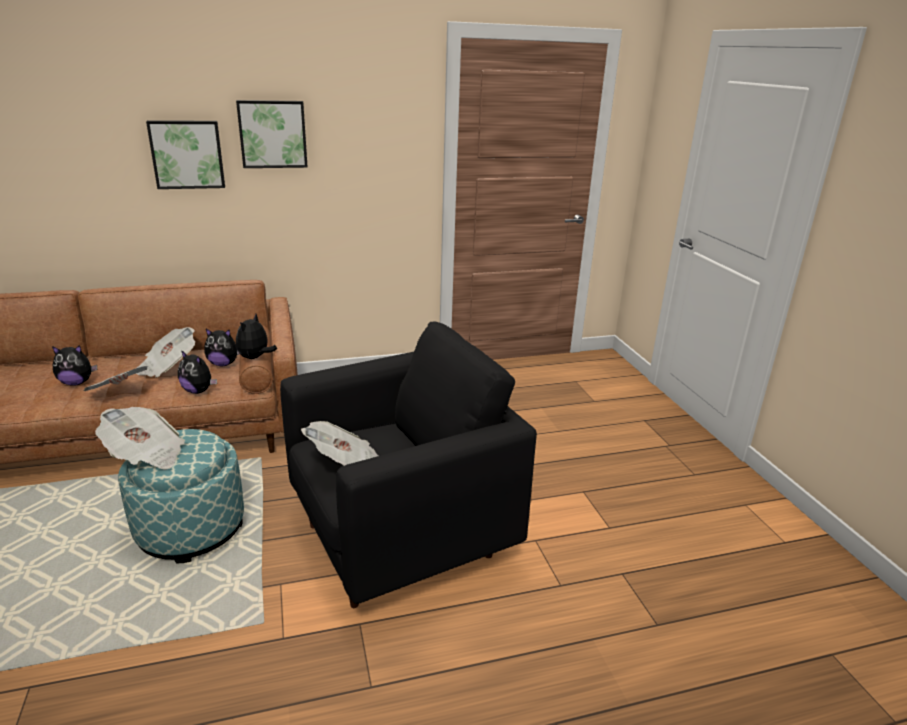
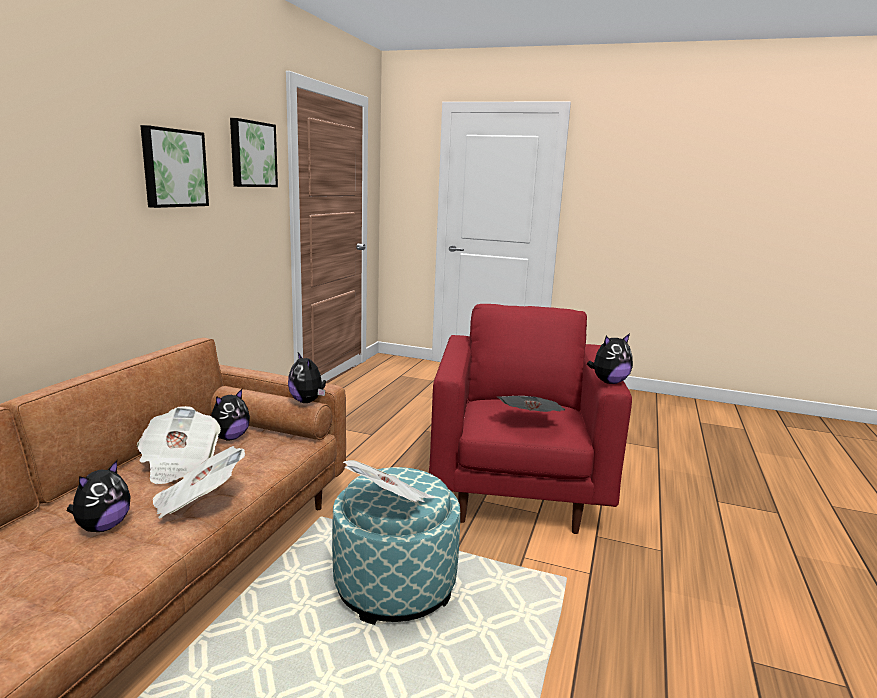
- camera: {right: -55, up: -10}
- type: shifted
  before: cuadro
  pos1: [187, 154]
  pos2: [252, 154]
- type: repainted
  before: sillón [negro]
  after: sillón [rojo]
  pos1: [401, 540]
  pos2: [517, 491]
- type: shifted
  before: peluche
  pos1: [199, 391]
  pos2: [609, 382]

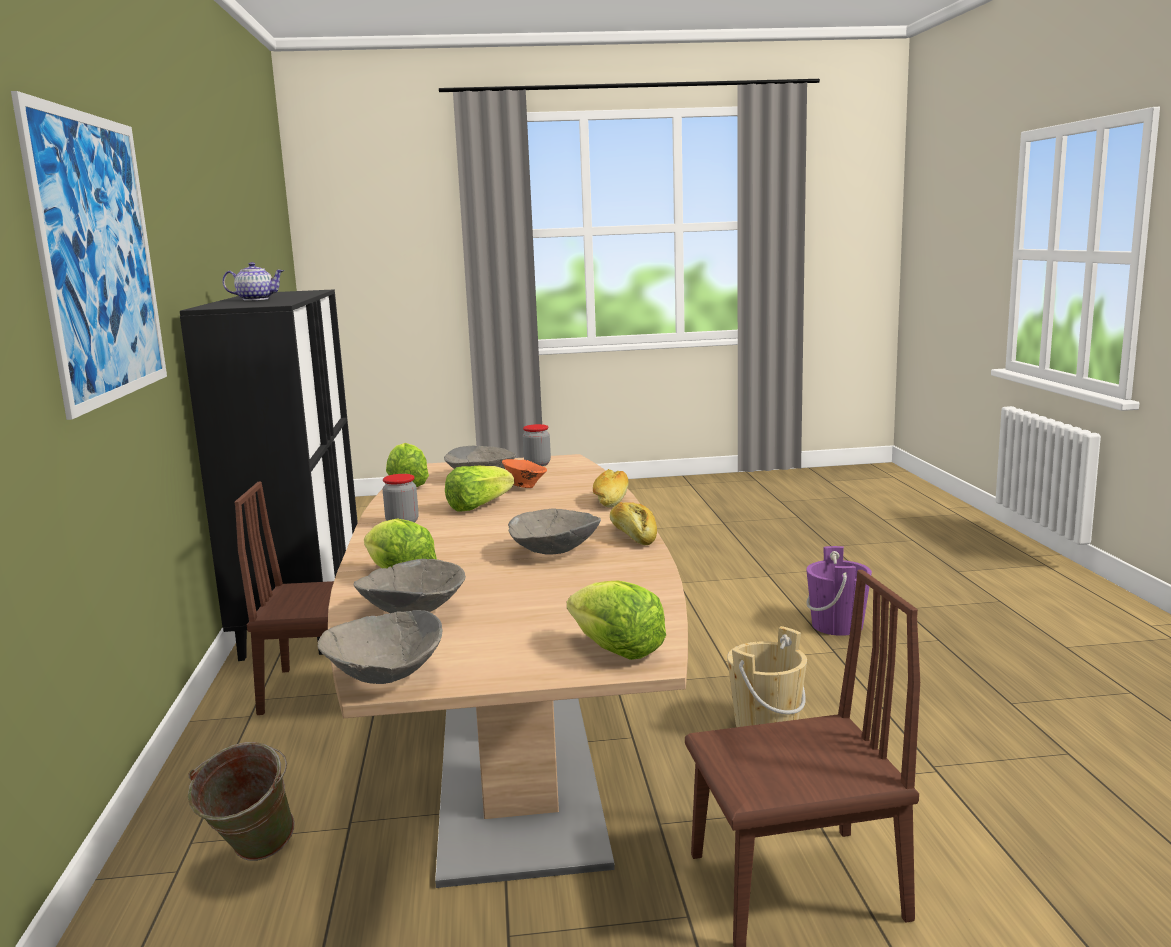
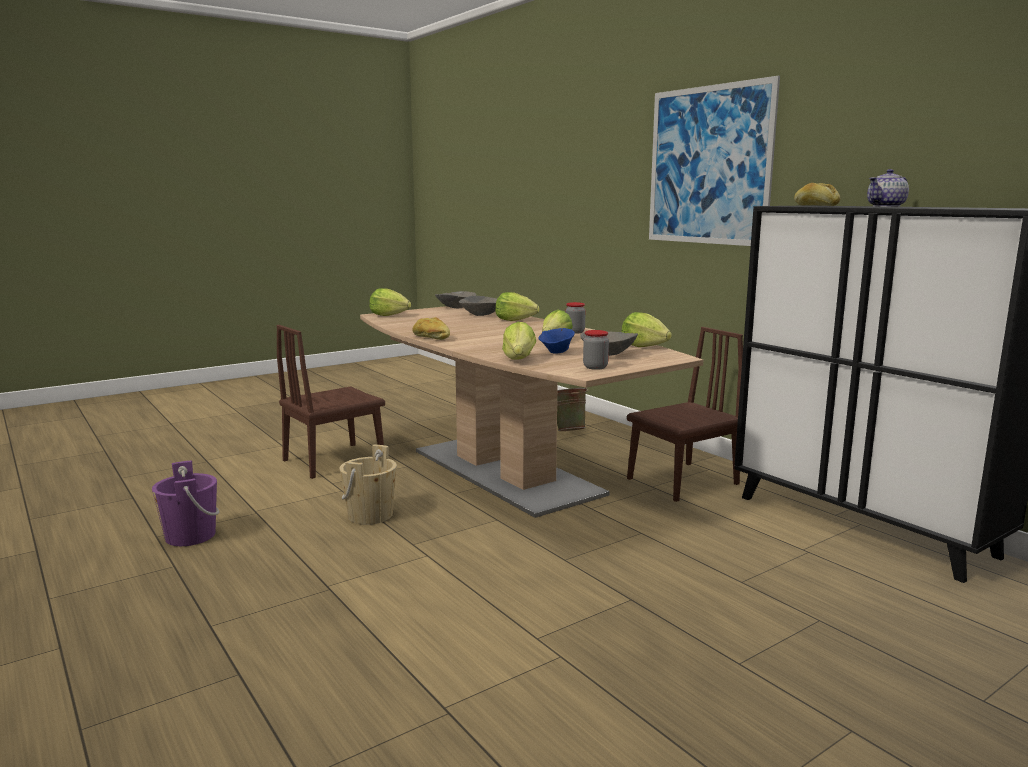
- camera: {right: 150, up: 0}
- type: shifted
  before: cubo [morado]
  pos1: [837, 625]
  pos2: [190, 536]
- type: new
  after: lechuga
  pos2: [519, 359]
- type: repainted
  before: cuenco [naranja]
  after: cuenco [azul]
  pos1: [525, 487]
  pos2: [556, 352]
- type: shifted
  before: pan
  pos1: [611, 500]
  pos2: [815, 205]
- type: gone
  before: cuenco [gris]
  pos1: [554, 552]

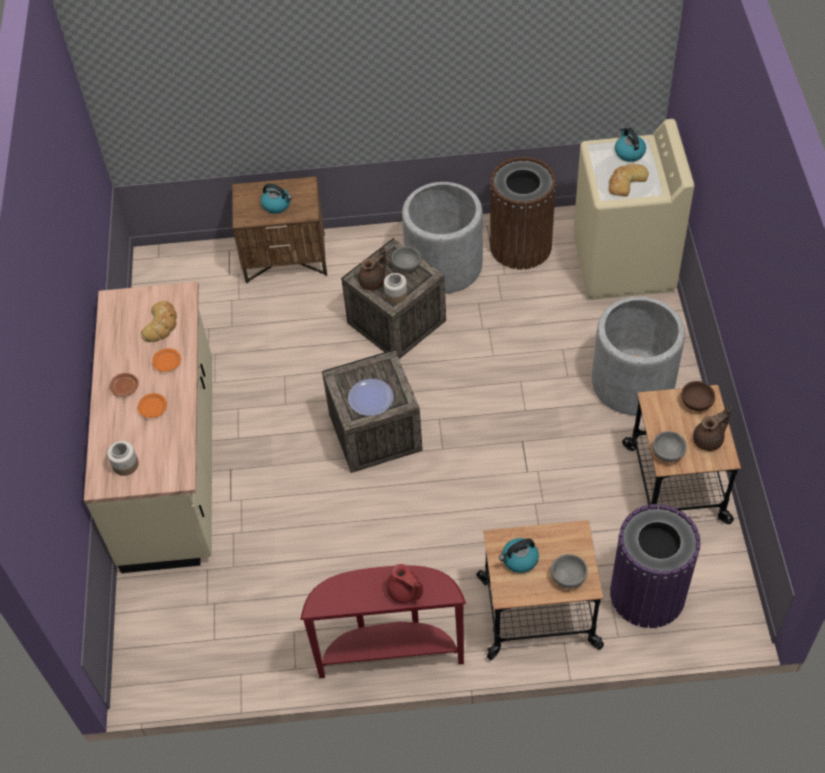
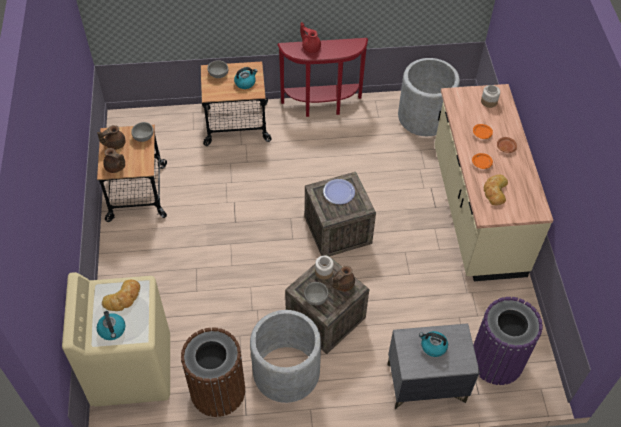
- camera: {right: 175, up: 0}
- type: swapped
  before: cuenco [marrón]
  after: tetera [marrón]
  pos1: [696, 402]
  pos2: [115, 167]
- type: repainted
  before: mesita de noche [marrón]
  after: mesita de noche [gris]
  pos1: [286, 258]
  pos2: [425, 383]
- type: shifted
  before: maceta [gris]
  pos1: [633, 382]
  pos2: [424, 117]
- type: shifted
  before: papelera [morado]
  pos1: [647, 594]
  pos2: [496, 360]

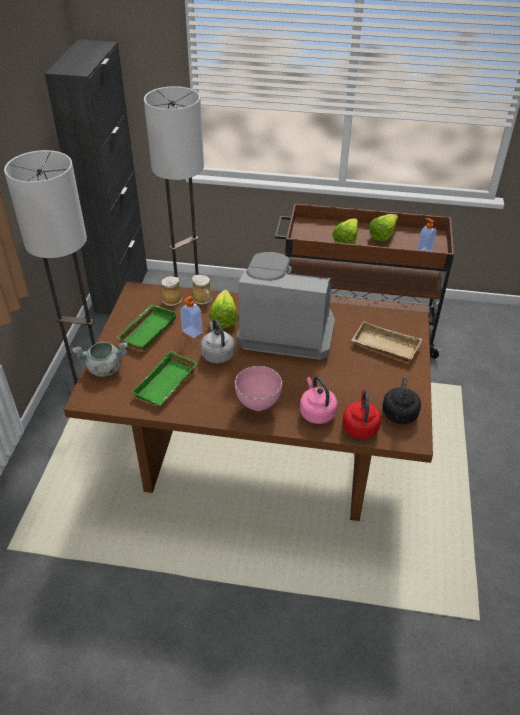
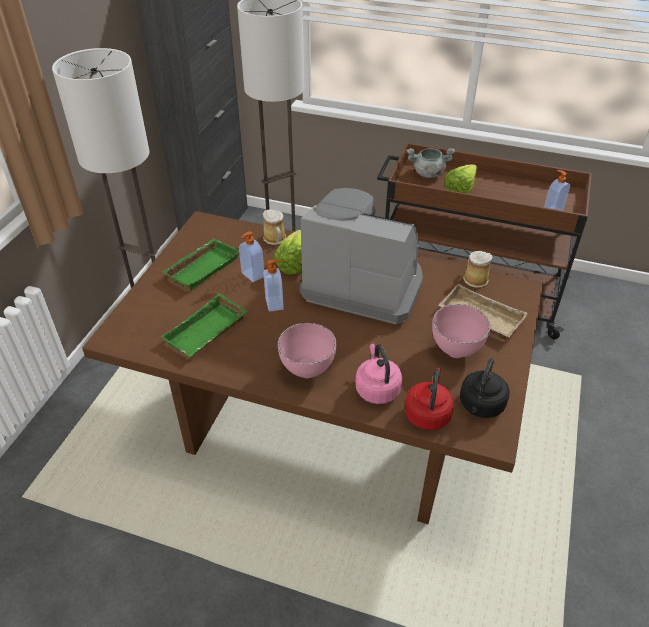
- camera: {right: 10, up: 0}
- type: swapped
  before: hervidor [gris]
  after: dispensador de jabón
  pos1: [217, 354]
  pos2: [275, 303]
- type: shifted
  before: olla [gris]
  pos1: [104, 369]
  pos2: [428, 173]
- type: new
  after: cuenco [rosa]
  pos2: [457, 352]
- type: shifted
  before: taza grande
  pos1: [171, 299]
  pos2: [474, 279]
- type: gone
  before: lechuga
  pos1: [385, 234]

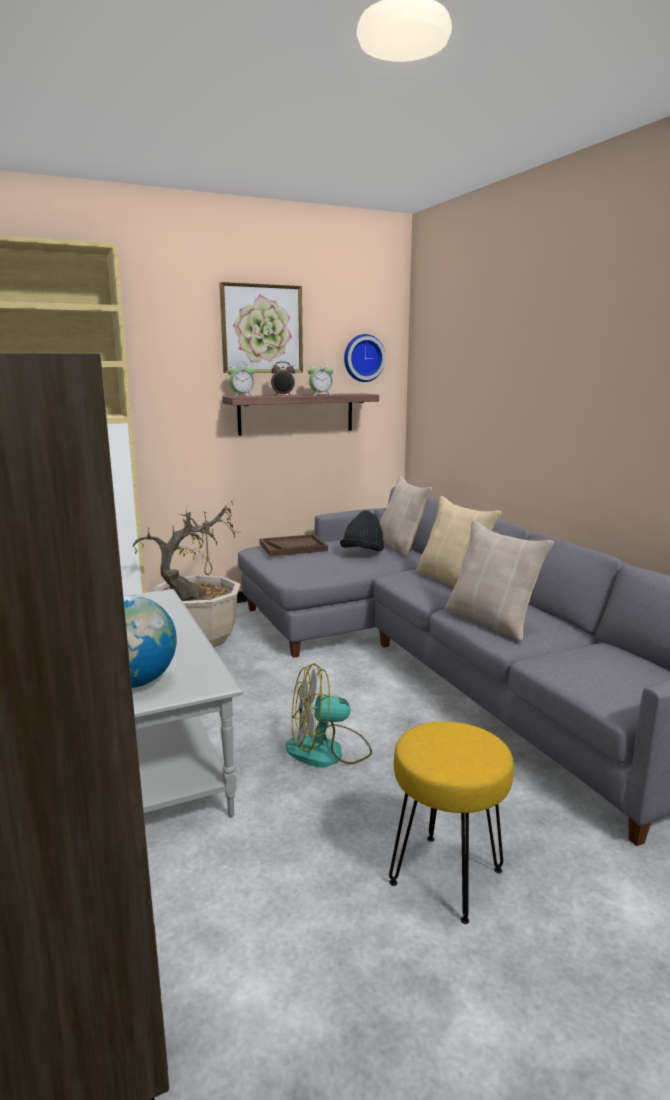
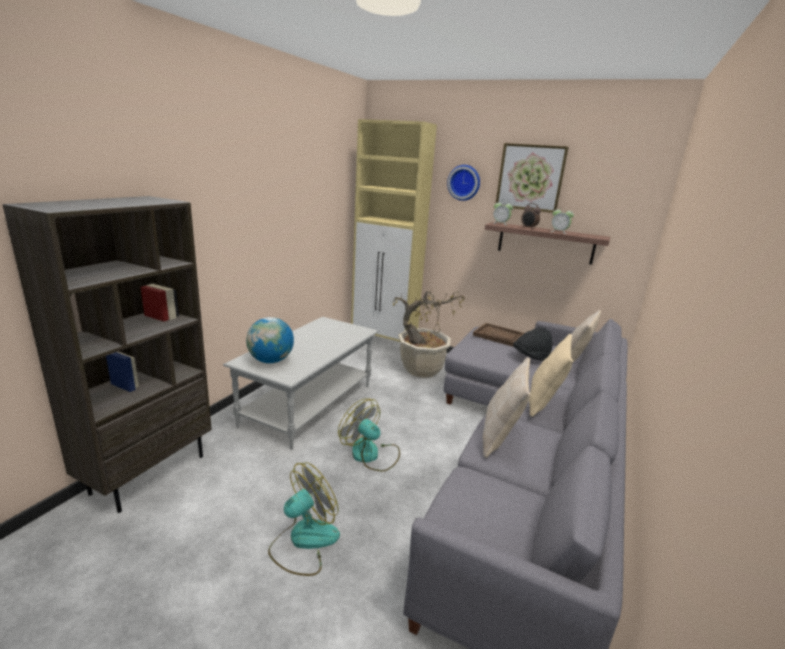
- camera: {right: 50, up: 5}
- type: swapped
  before: taburete [amarillo]
  after: ventilador
  pos1: [444, 877]
  pos2: [304, 541]
- type: shifted
  before: reloj de pared
  pos1: [363, 358]
  pos2: [464, 182]

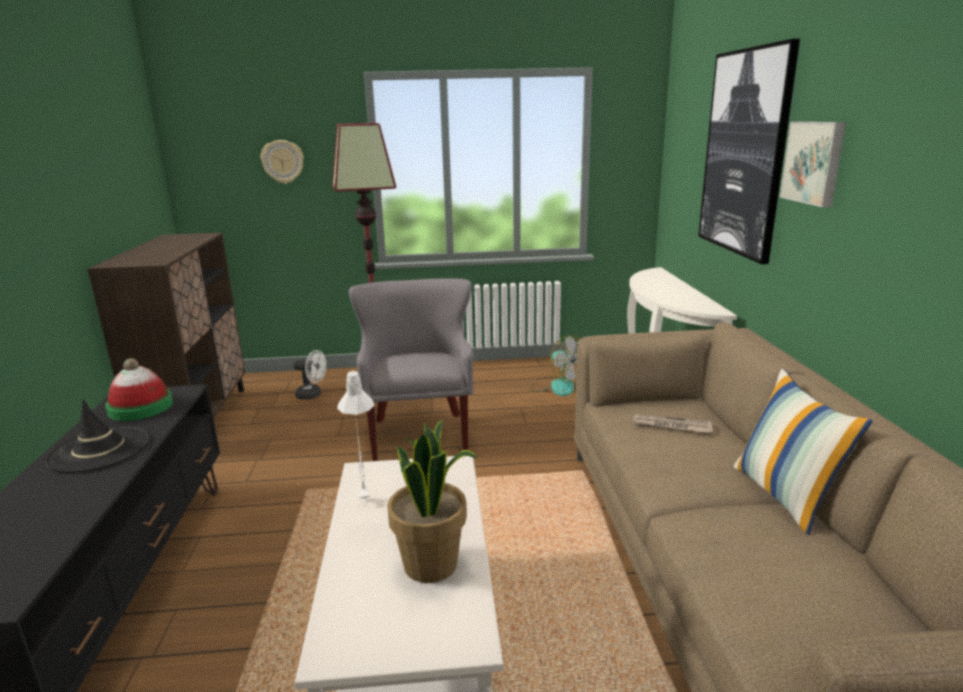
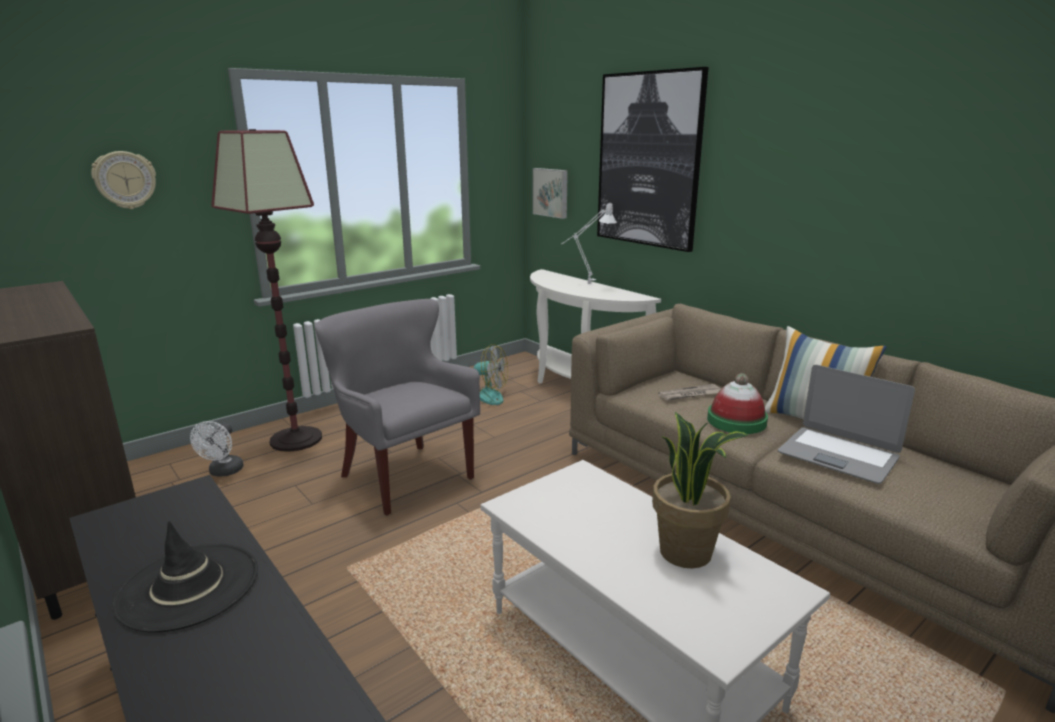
- camera: {right: -35, up: 0}
- type: rotated
  before: ventilador [blanco]
  pos1: [312, 395]
  pos2: [223, 472]
  turn: 120
- type: shifted
  before: cuadro
  pos1: [814, 162]
  pos2: [551, 192]
- type: shifted
  before: lámpara de mesa [blanco]
  pos1: [364, 495]
  pos2: [585, 284]
- type: shifted
  before: sombrero
  pos1: [141, 407]
  pos2: [736, 421]
- type: new
  after: portátil
  pos2: [838, 455]

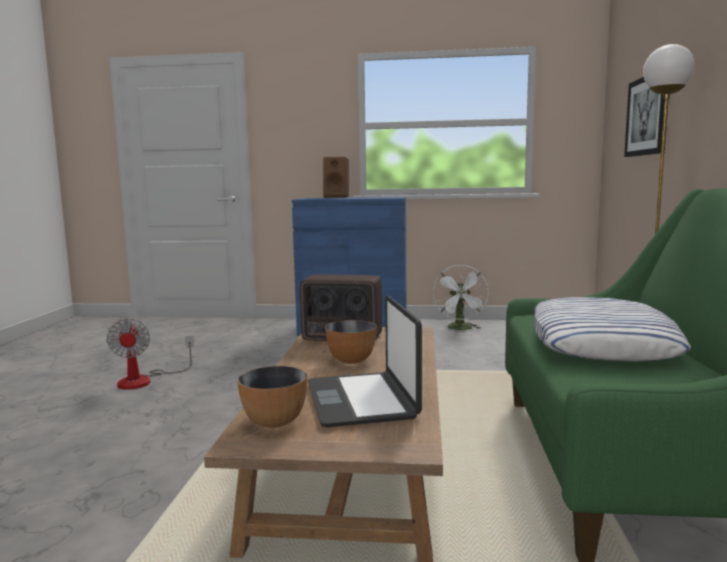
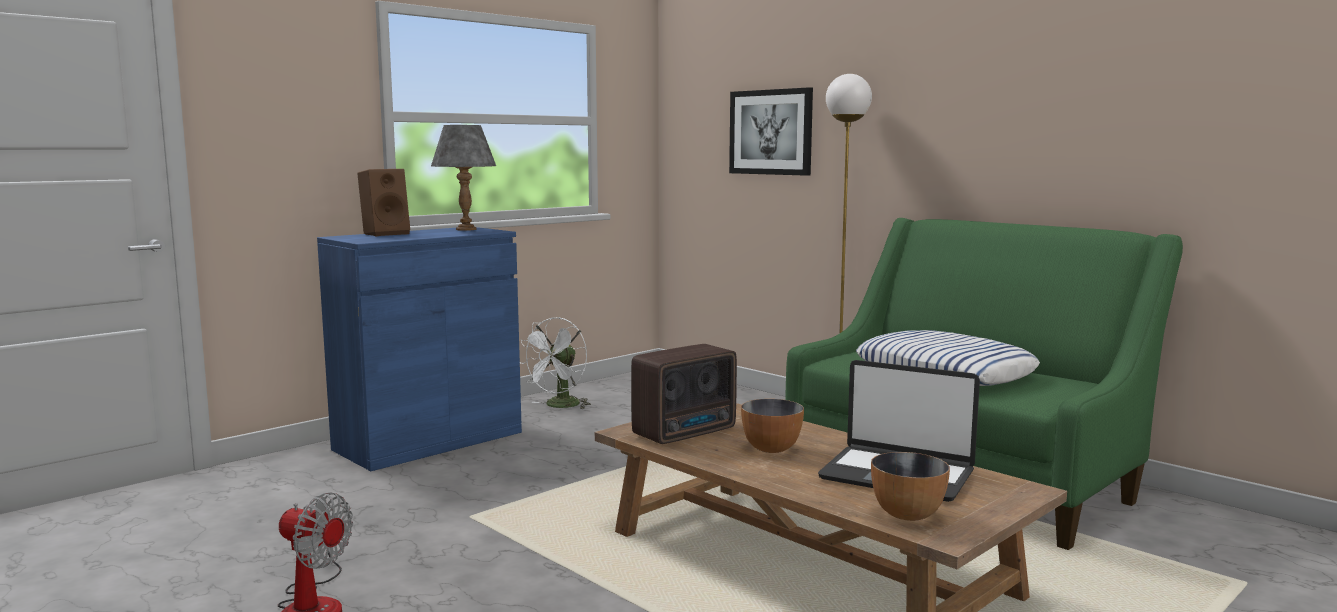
- camera: {right: -50, up: 0}
- type: new
  after: lámpara de mesa [gris]
  pos2: [466, 229]
- type: rotated
  before: ventilador [blanco]
  pos1: [461, 329]
  pos2: [559, 406]
  turn: 75

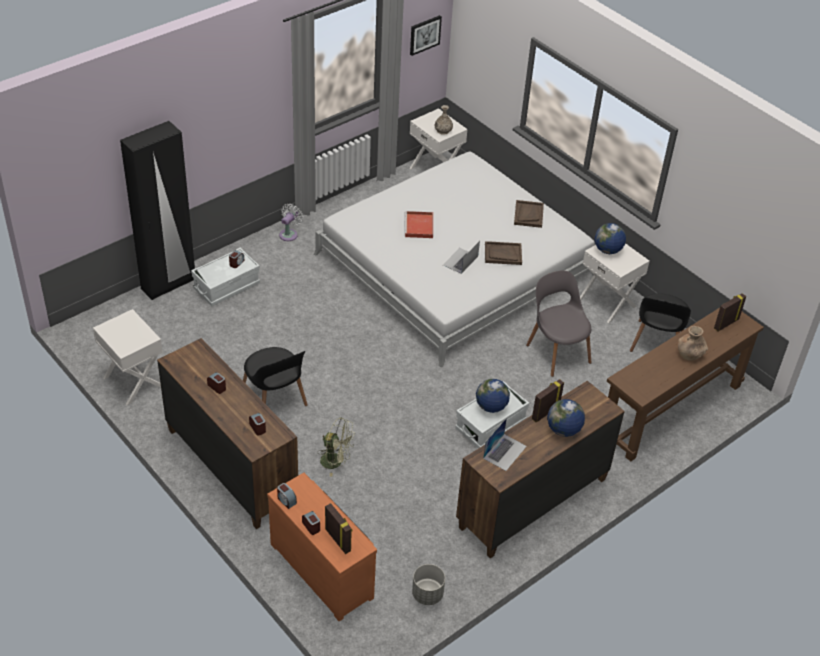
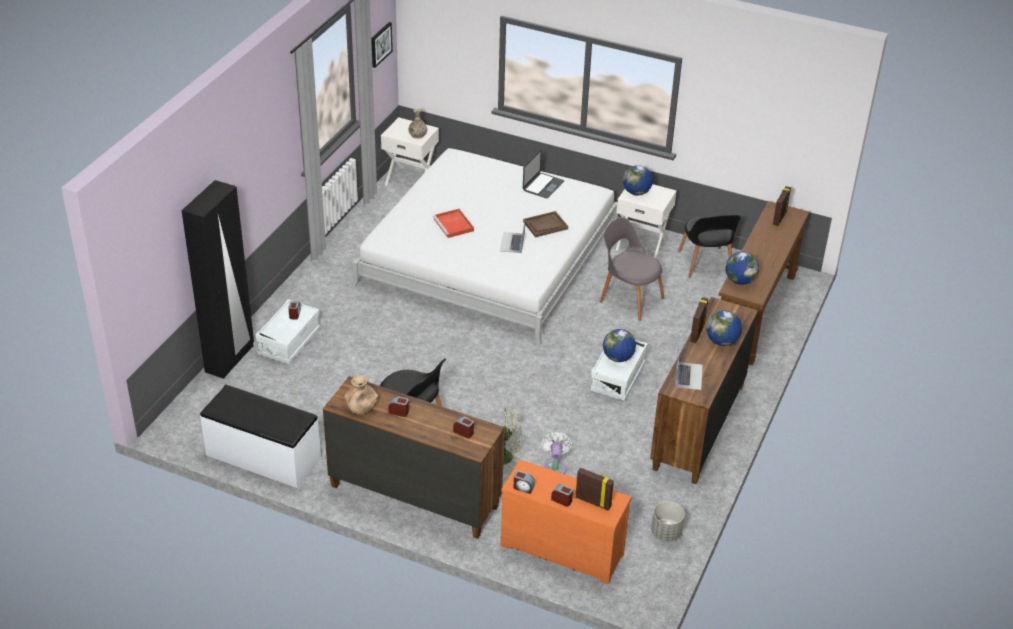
- camera: {right: -25, up: -5}
- type: swapped
  before: mesita de noche [blanco]
  after: banco [blanco]
  pos1: [133, 382]
  pos2: [263, 457]
- type: shifted
  before: florero [marrón]
  pos1: [689, 355]
  pos2: [361, 408]
- type: swapped
  before: bandeja [marrón]
  after: portátil
  pos1: [528, 215]
  pos2: [543, 185]
- type: shifted
  before: ventilador [blanco]
  pos1: [289, 234]
  pos2: [555, 467]
- type: new
  after: globo terráqueo
  pos2: [739, 281]

